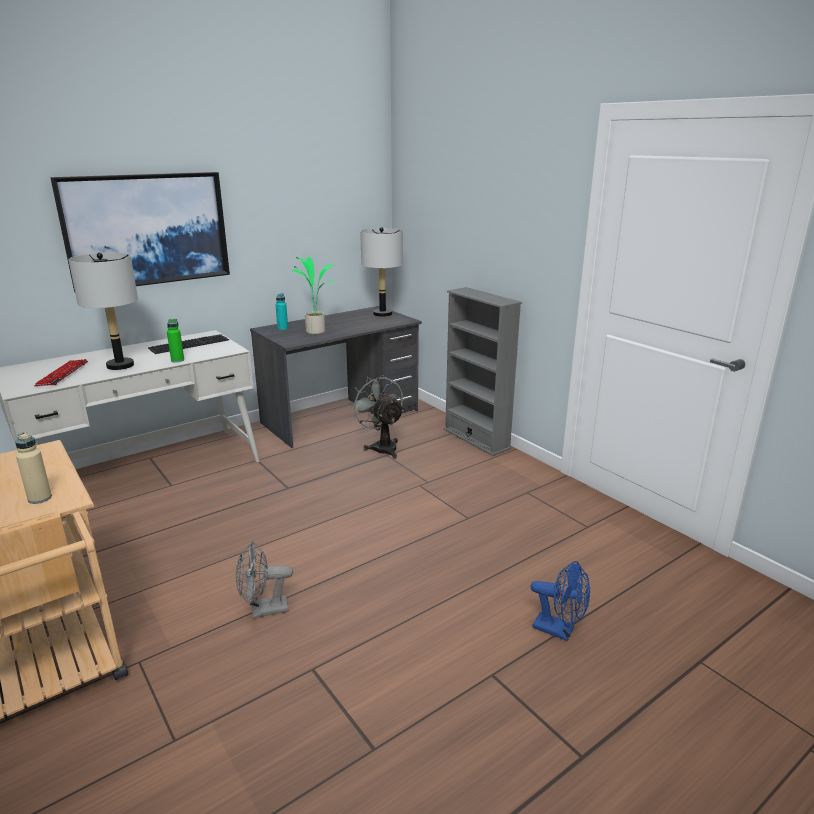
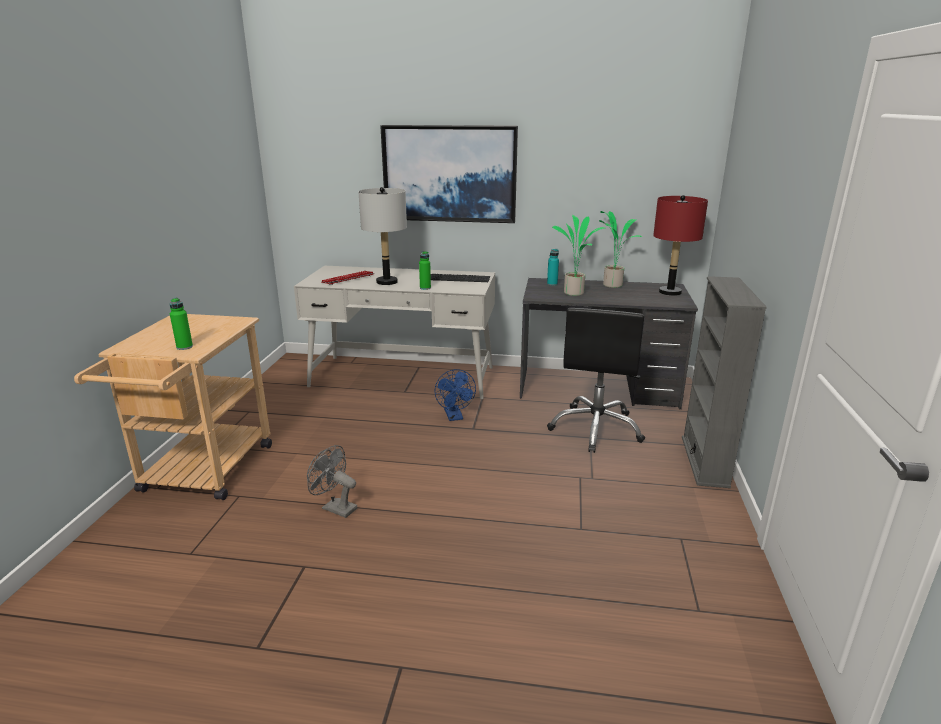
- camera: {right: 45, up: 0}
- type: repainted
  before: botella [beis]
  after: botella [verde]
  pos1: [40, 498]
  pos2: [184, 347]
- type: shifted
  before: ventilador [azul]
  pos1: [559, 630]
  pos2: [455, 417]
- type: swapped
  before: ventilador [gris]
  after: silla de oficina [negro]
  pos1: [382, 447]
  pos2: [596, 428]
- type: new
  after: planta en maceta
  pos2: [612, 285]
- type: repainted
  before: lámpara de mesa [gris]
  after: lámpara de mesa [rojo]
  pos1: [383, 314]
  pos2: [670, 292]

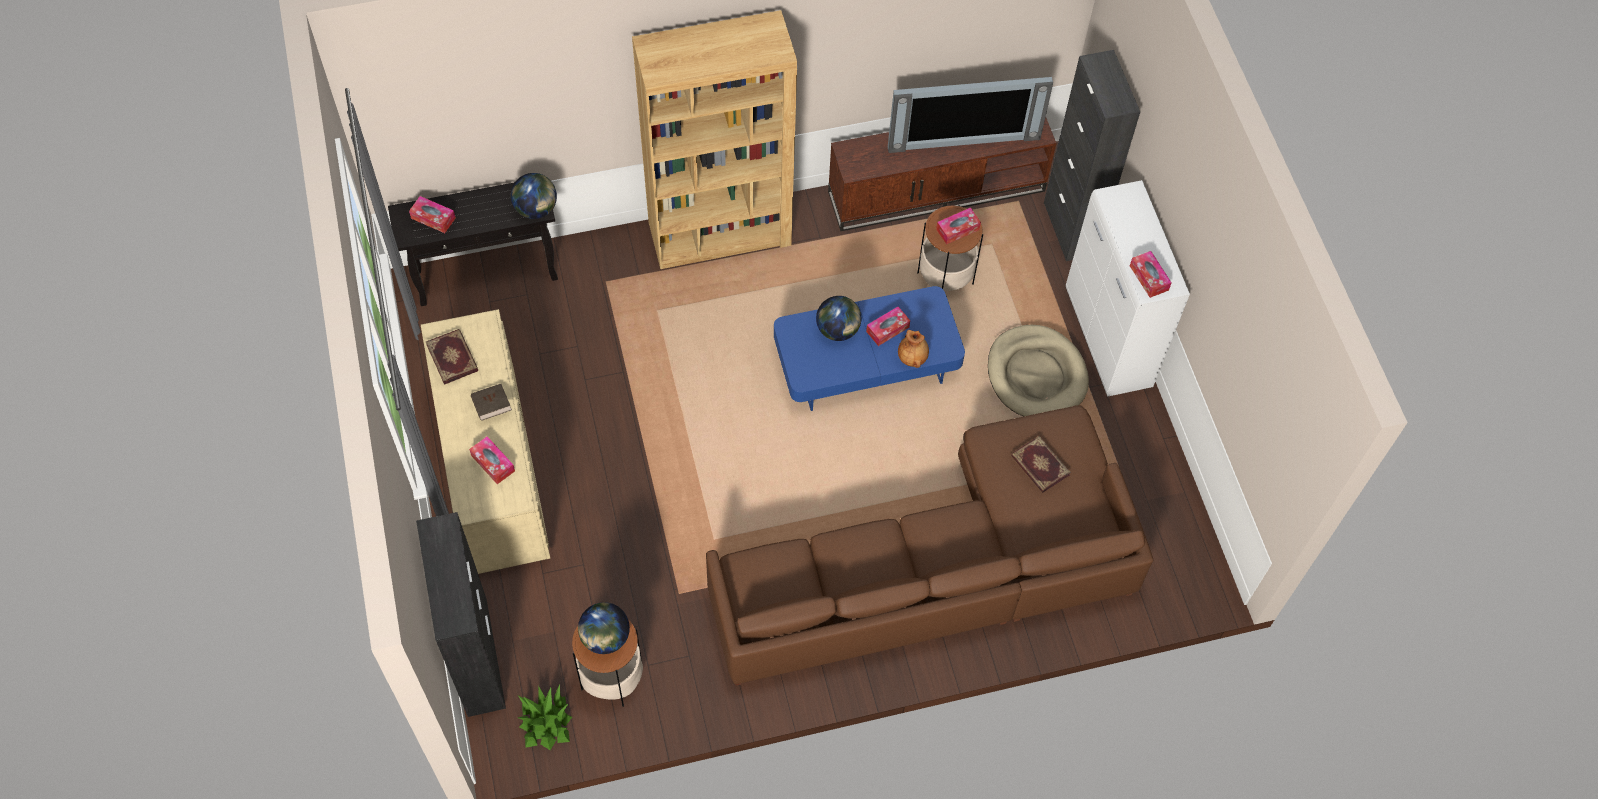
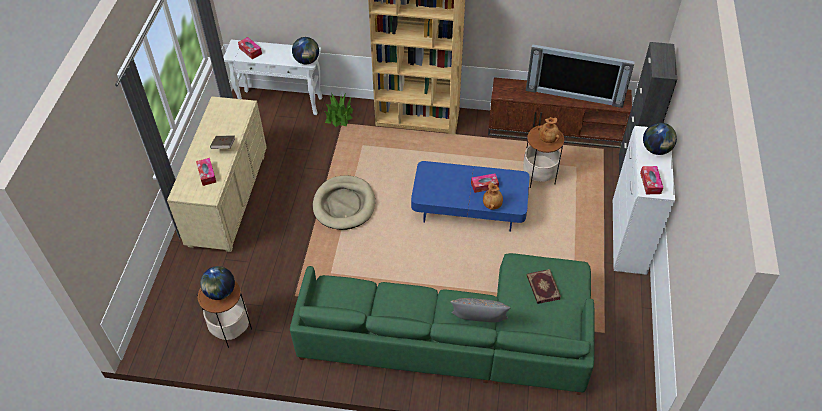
- camera: {right: 25, up: -10}
- type: repainted
  before: mesa consola [negro]
  after: mesa consola [blanco]
  pos1: [487, 274]
  pos2: [281, 102]
- type: repainted
  before: sofá [marrón]
  after: sofá [verde]
  pos1: [941, 570]
  pos2: [460, 337]
- type: shifted
  before: cama para perro [beis]
  pos1: [1036, 375]
  pos2: [344, 205]
- type: shifted
  before: planta en maceta
  pos1: [546, 722]
  pos2: [339, 116]
- type: new
  after: cojín [gris]
  pos2: [478, 324]
- type: swapped
  before: caja de pañuelos
  after: florero [marrón]
  pos1: [957, 229]
  pos2: [548, 139]
- type: shifted
  before: globo terráqueo
  pos1: [838, 330]
  pos2: [656, 149]
- type: gone
  before: armario [negro]
  pos1: [477, 656]
- type: gone
  before: libro
  pos1: [453, 357]

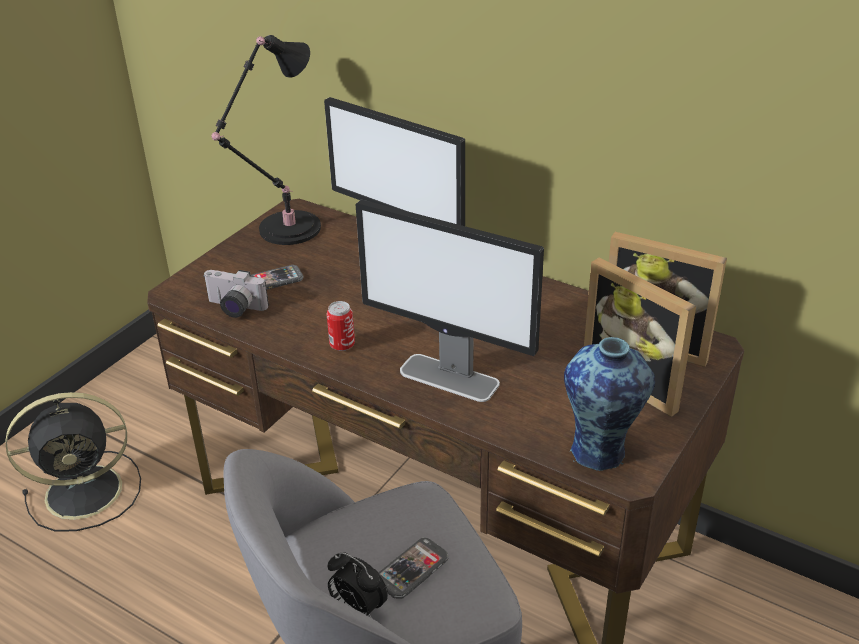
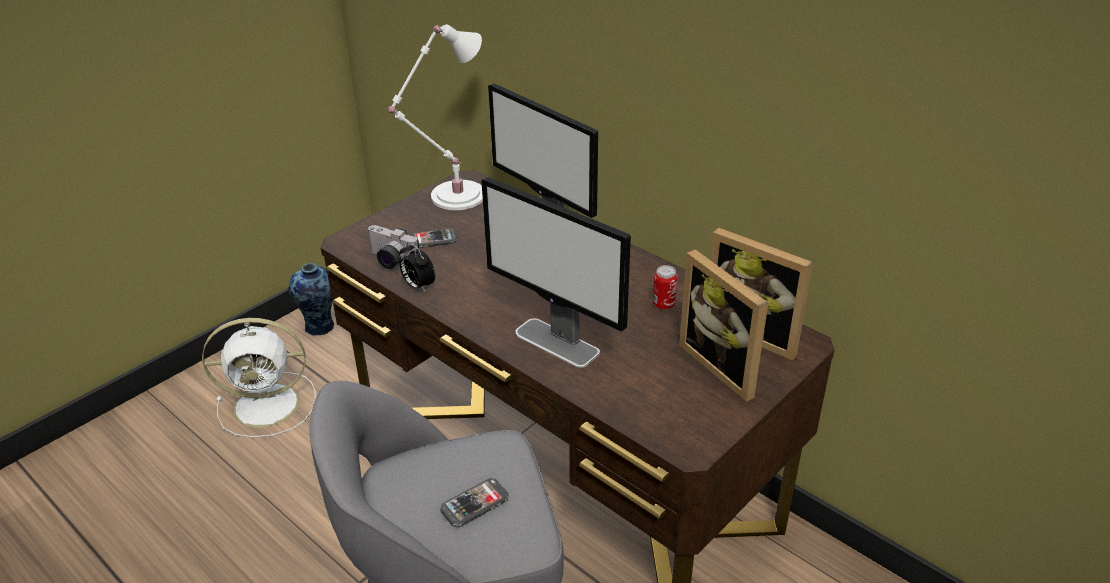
- camera: {right: 10, up: 0}
- type: repainted
  before: ventilador [negro]
  after: ventilador [blanco]
  pos1: [87, 491]
  pos2: [270, 405]
- type: shifted
  before: florero
  pos1: [601, 453]
  pos2: [321, 327]
- type: repainted
  before: lámpara de mesa [negro]
  after: lámpara de mesa [blanco]
  pos1: [285, 230]
  pos2: [453, 197]
- type: shifted
  before: despertador
  pos1: [357, 609]
  pos2: [418, 286]
- type: shifted
  before: lata
  pos1: [342, 345]
  pos2: [663, 305]

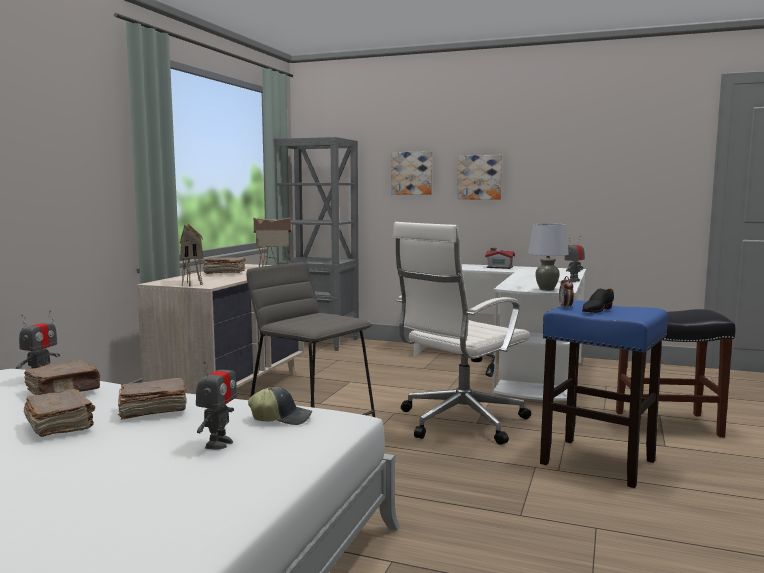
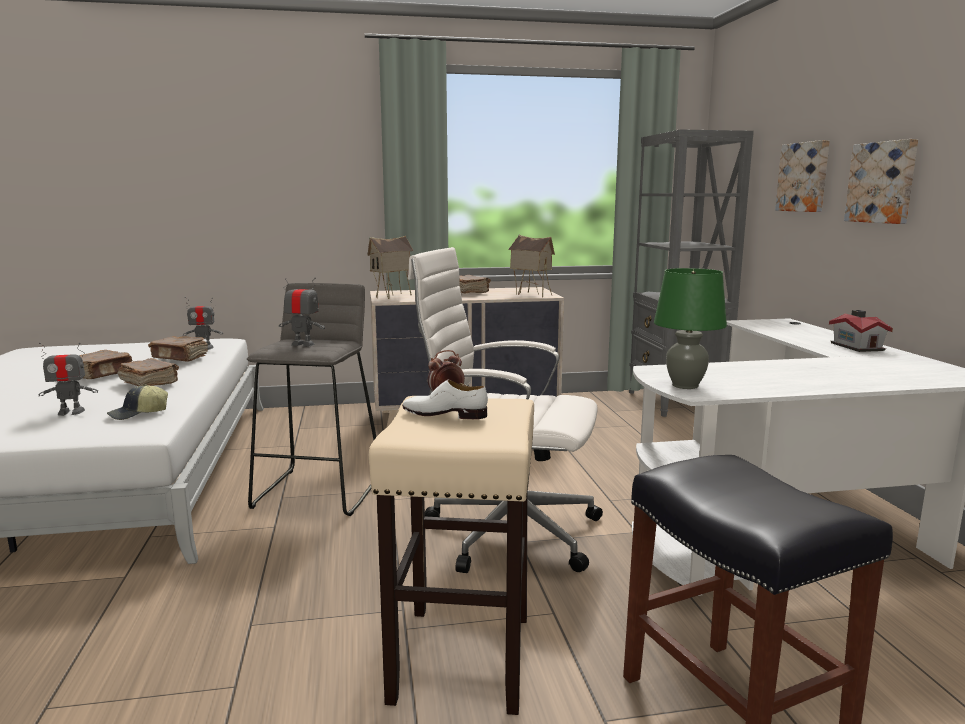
- camera: {right: 60, up: 5}
- type: rotated
  before: gorra
  pos1: [282, 418]
  pos2: [138, 414]
  turn: 75
- type: shifted
  before: robot de juguete
  pos1: [573, 281]
  pos2: [303, 344]
- type: repainted
  before: taburete [azul]
  after: taburete [beis]
  pos1: [599, 462]
  pos2: [462, 658]
- type: repainted
  before: zapato [negro]
  after: zapato [blanco]
  pos1: [596, 310]
  pos2: [444, 414]
- type: repainted
  before: lámpara de mesa [gris]
  after: lámpara de mesa [verde]
  pos1: [546, 289]
  pos2: [685, 385]

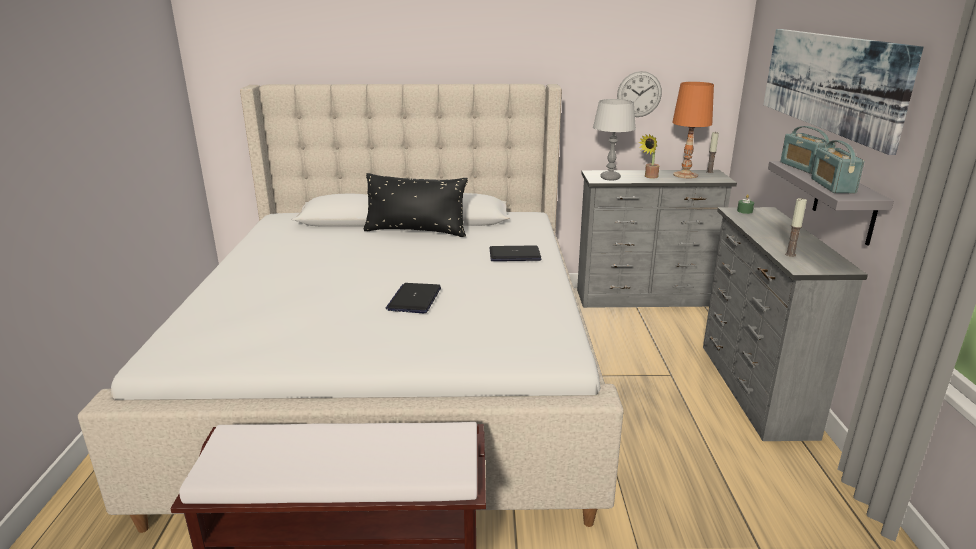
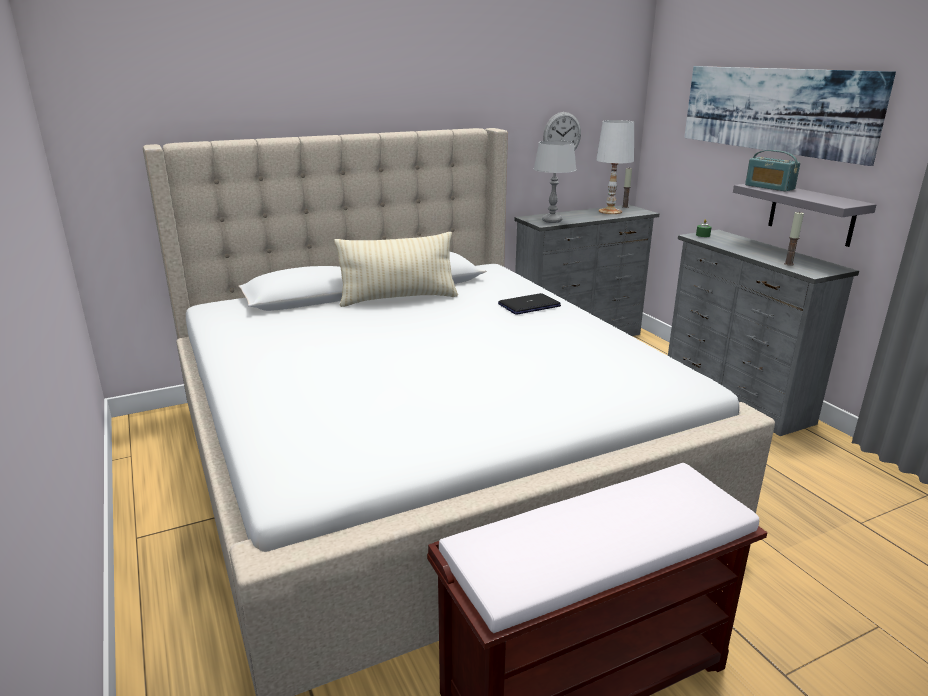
- camera: {right: -25, up: 0}
- type: repainted
  before: cojín [negro]
  after: cojín [beis]
  pos1: [416, 231]
  pos2: [398, 299]
- type: repainted
  before: lámpara de mesa [naranja]
  after: lámpara de mesa [blanco]
  pos1: [685, 175]
  pos2: [610, 211]
- type: gone
  before: portátil
  pos1: [414, 299]
- type: gone
  before: planta en maceta
  pos1: [649, 177]
- type: gone
  before: radio
  pos1: [832, 186]

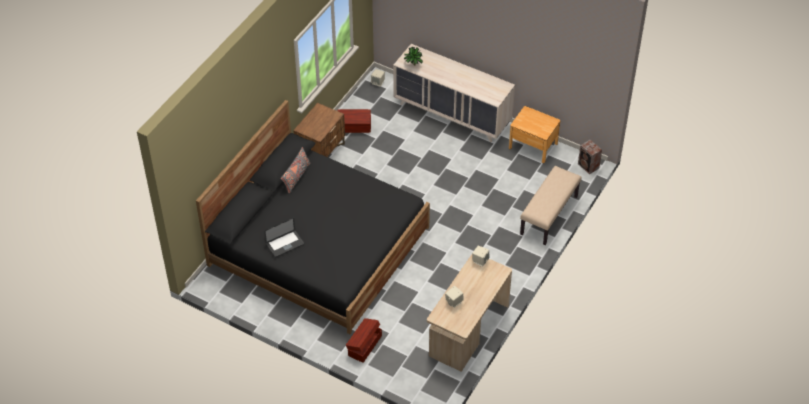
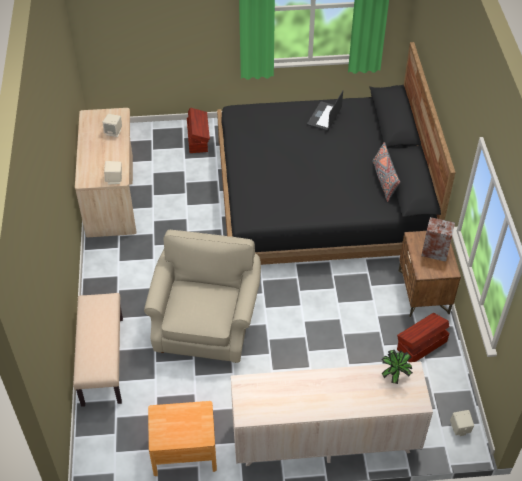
- camera: {right: 145, up: 0}
- type: new
  after: sillón [beis]
  pos2: [206, 322]
- type: shifted
  before: altavoz
  pos1: [588, 166]
  pos2: [434, 251]

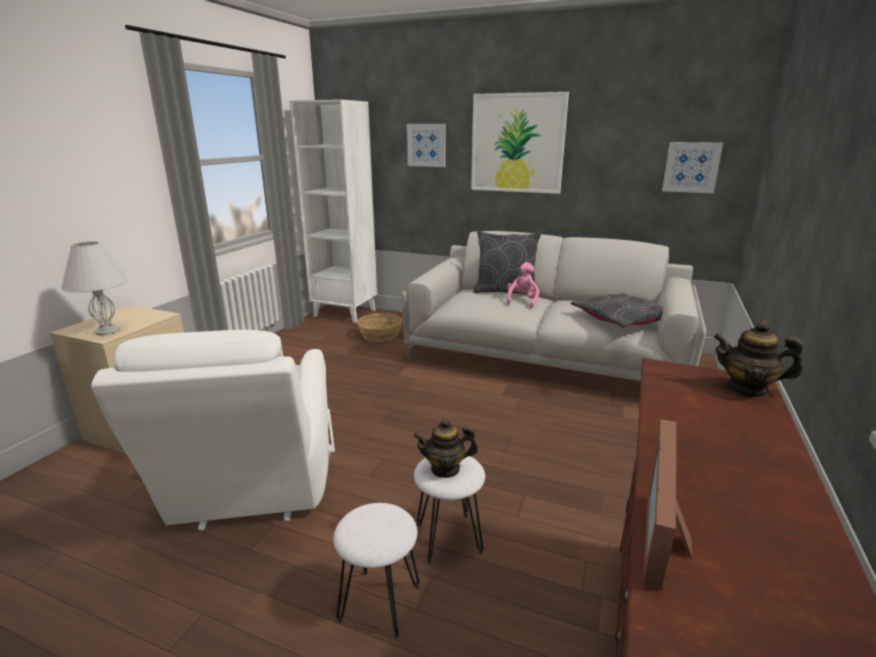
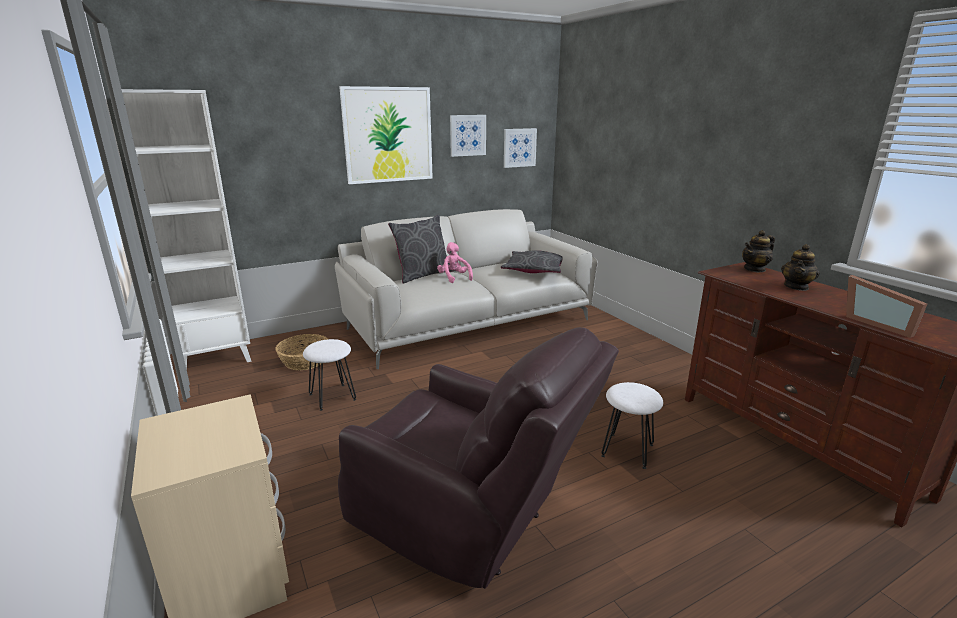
- camera: {right: -50, up: 0}
- type: shifted
  before: taburete [blanco]
  pos1: [379, 603]
  pos2: [332, 397]
- type: repainted
  before: sillón [blanco]
  after: sillón [marrón]
  pos1: [254, 488]
  pos2: [469, 521]
- type: shifted
  before: cuadro
  pos1: [426, 145]
  pos2: [467, 135]
- type: shifted
  before: tetera
  pos1: [445, 469]
  pos2: [796, 287]
- type: gone
  before: lámpara de mesa [blanco]
  pos1: [108, 331]

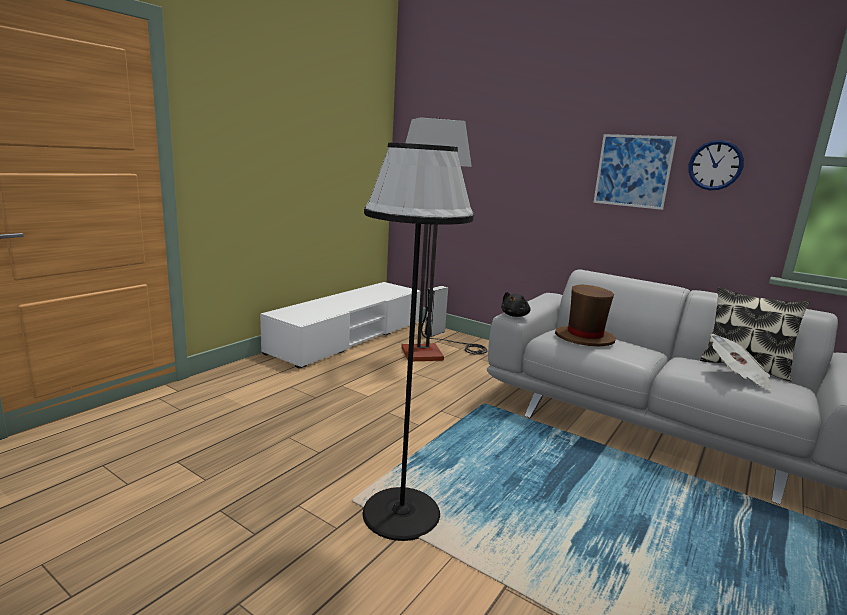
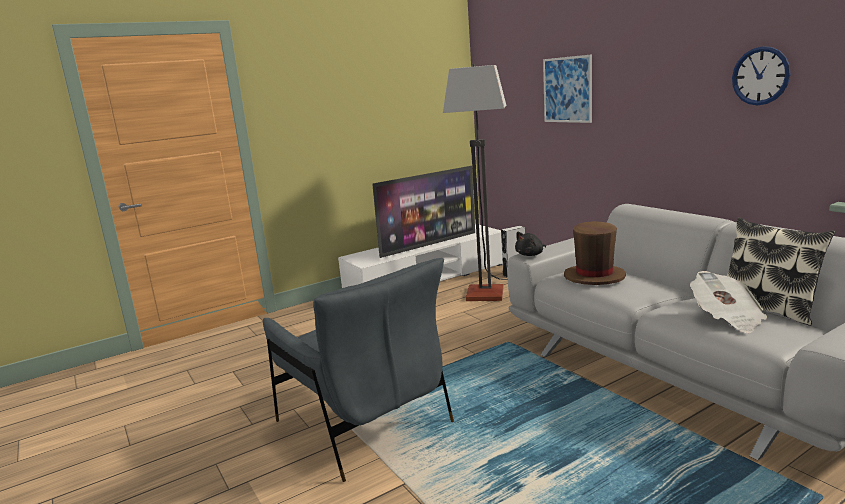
- camera: {right: 25, up: 0}
- type: swapped
  before: lámpara de pie [negro]
  after: sillón [gris]
  pos1: [401, 513]
  pos2: [364, 423]
- type: new
  after: televisor
  pos2: [429, 244]
- type: shifted
  before: cuadro
  pos1: [633, 171]
  pos2: [567, 90]

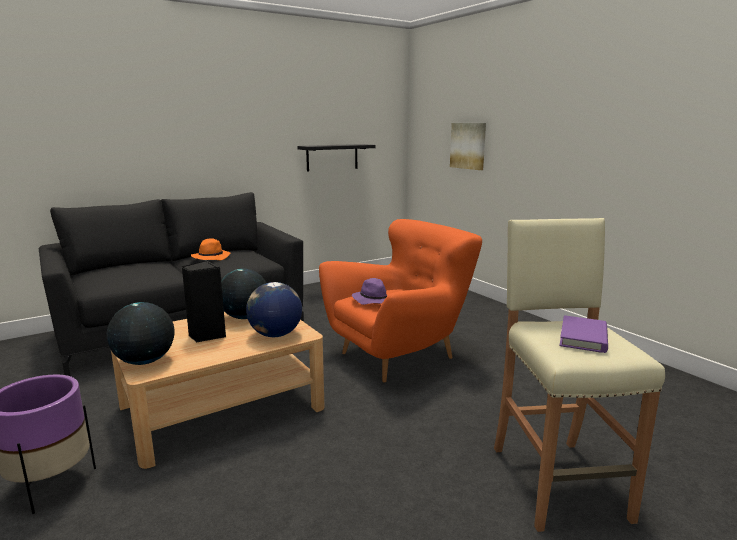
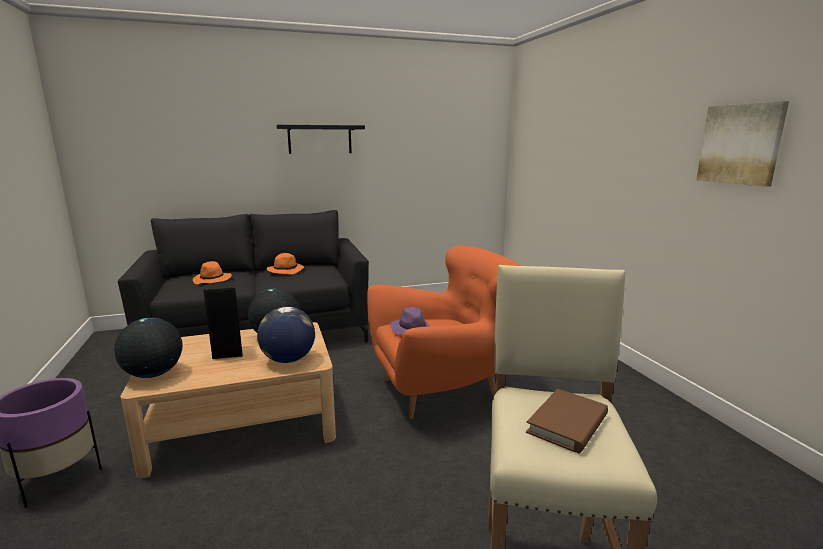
- camera: {right: 15, up: 0}
- type: new
  after: sombrero [naranja]
  pos2: [213, 280]
- type: shifted
  before: estante [negro]
  pos1: [332, 157]
  pos2: [320, 139]
- type: repainted
  before: libro [morado]
  after: libro [marrón]
  pos1: [583, 337]
  pos2: [567, 424]
- type: shifted
  before: cuadro
  pos1: [468, 145]
  pos2: [740, 144]

